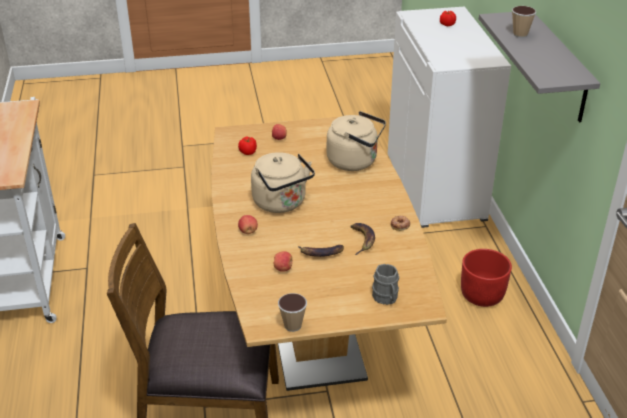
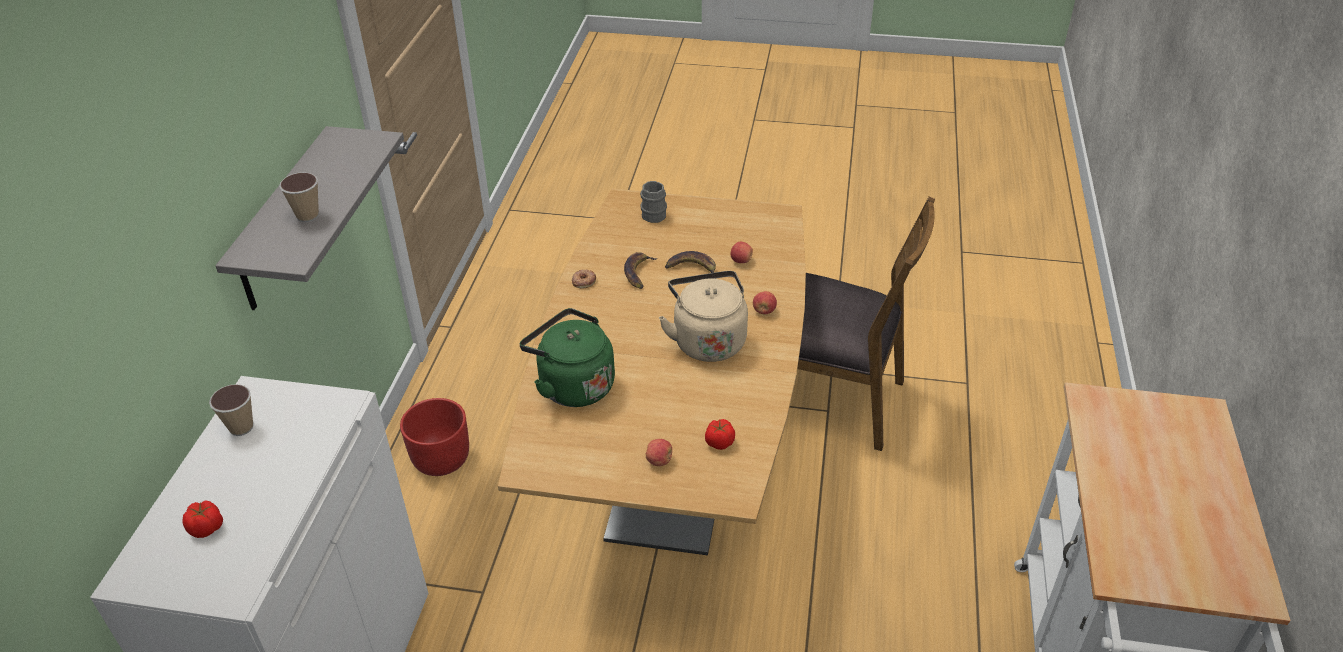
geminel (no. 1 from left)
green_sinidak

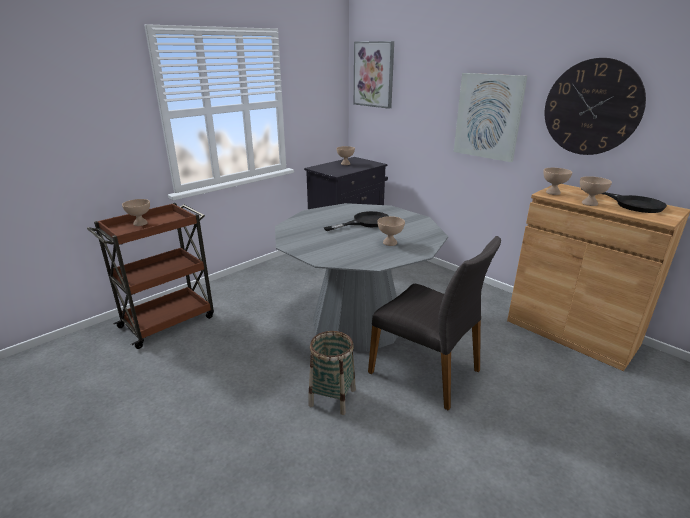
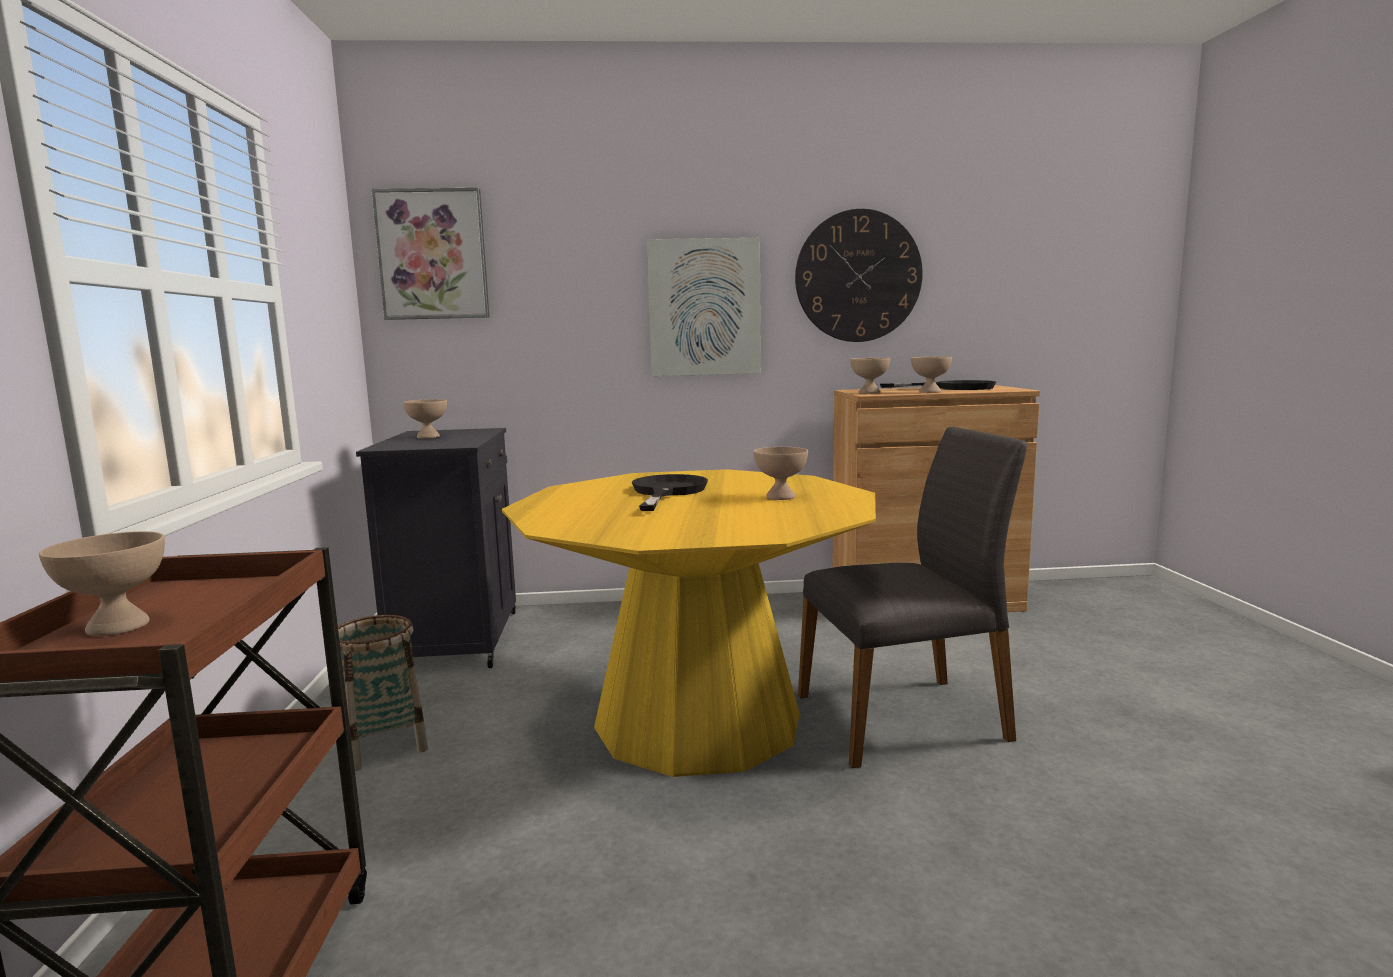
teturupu
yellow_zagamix

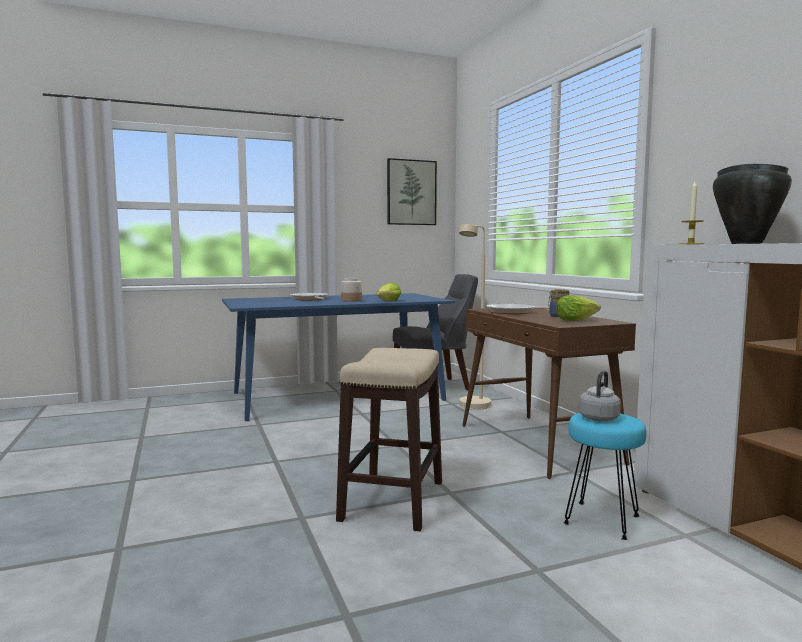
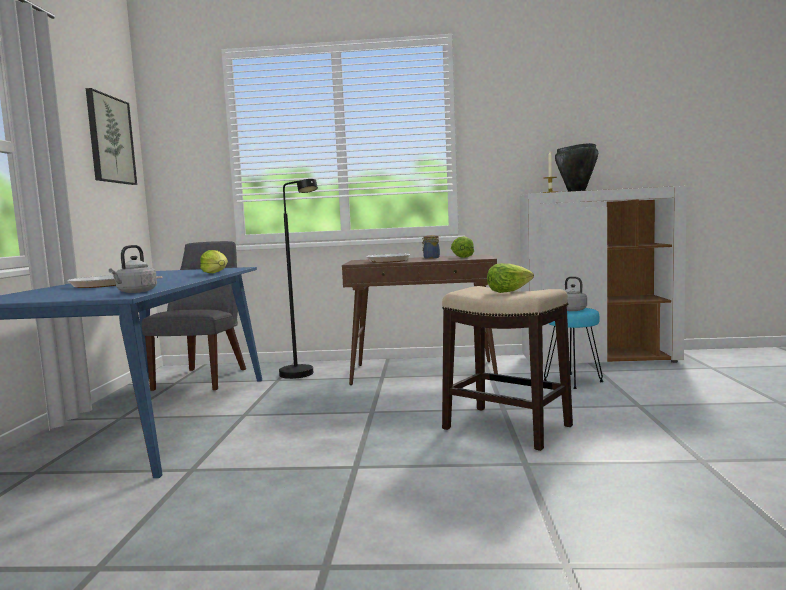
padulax (no. 1 from left in the first image)
grey_sinidak (no. 1 from left)
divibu (no. 3 from left)
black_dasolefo

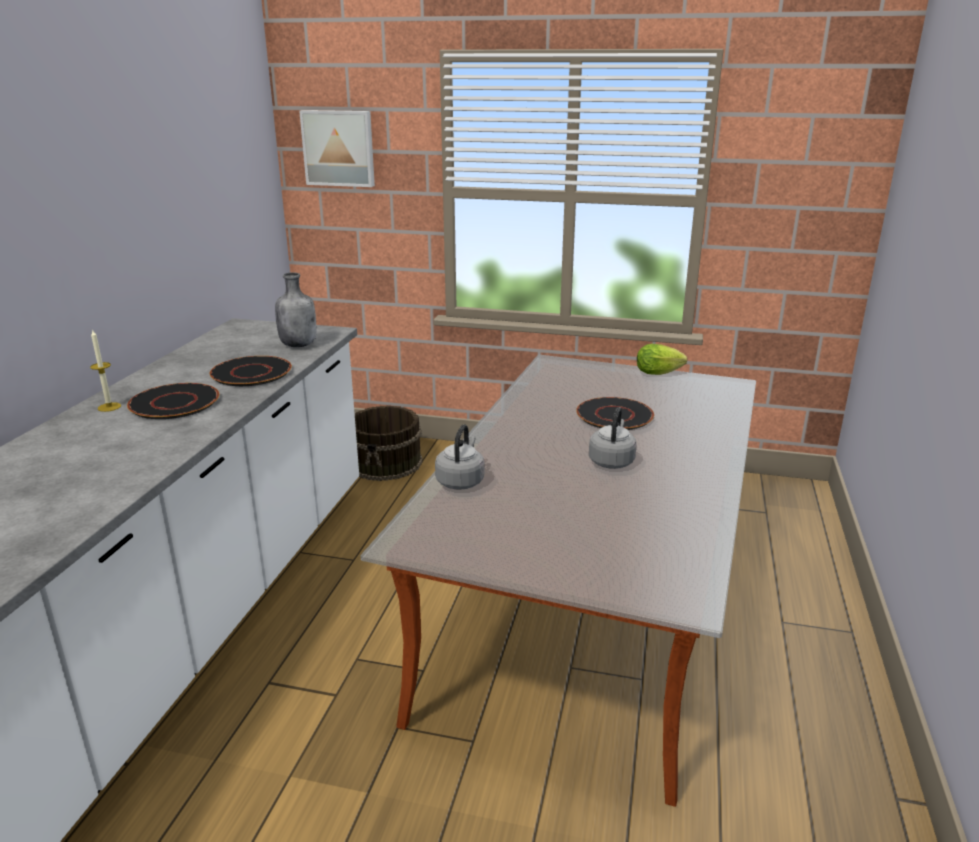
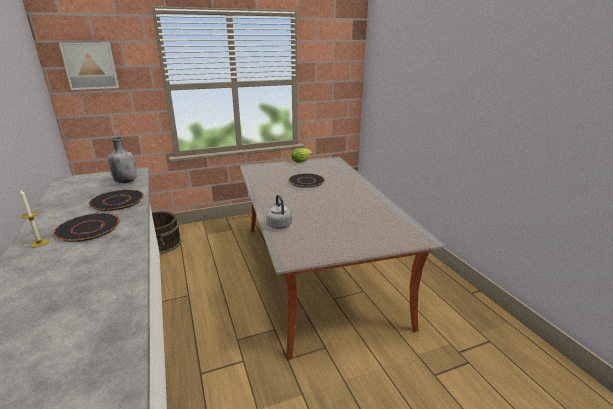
grey_sinidak (no. 2 from left in the first image)

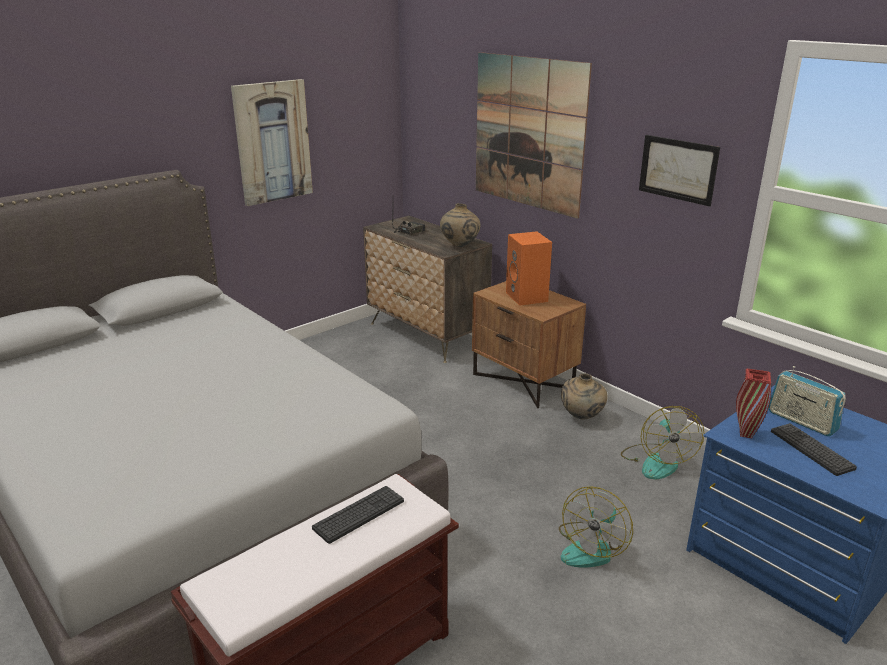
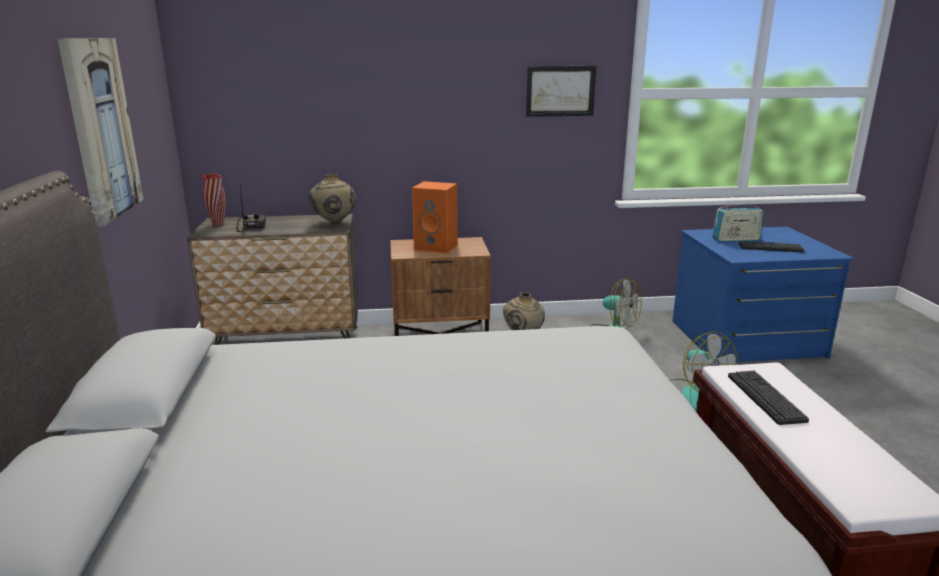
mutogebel (no. 2 from left in the first image)
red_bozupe

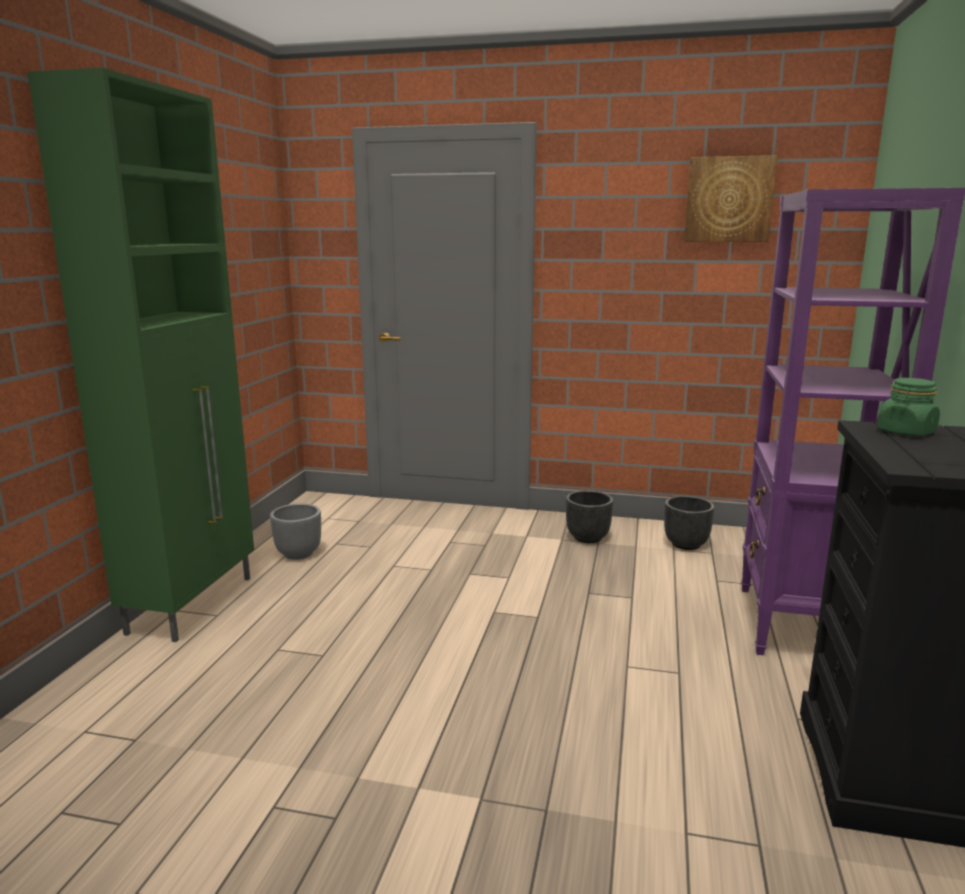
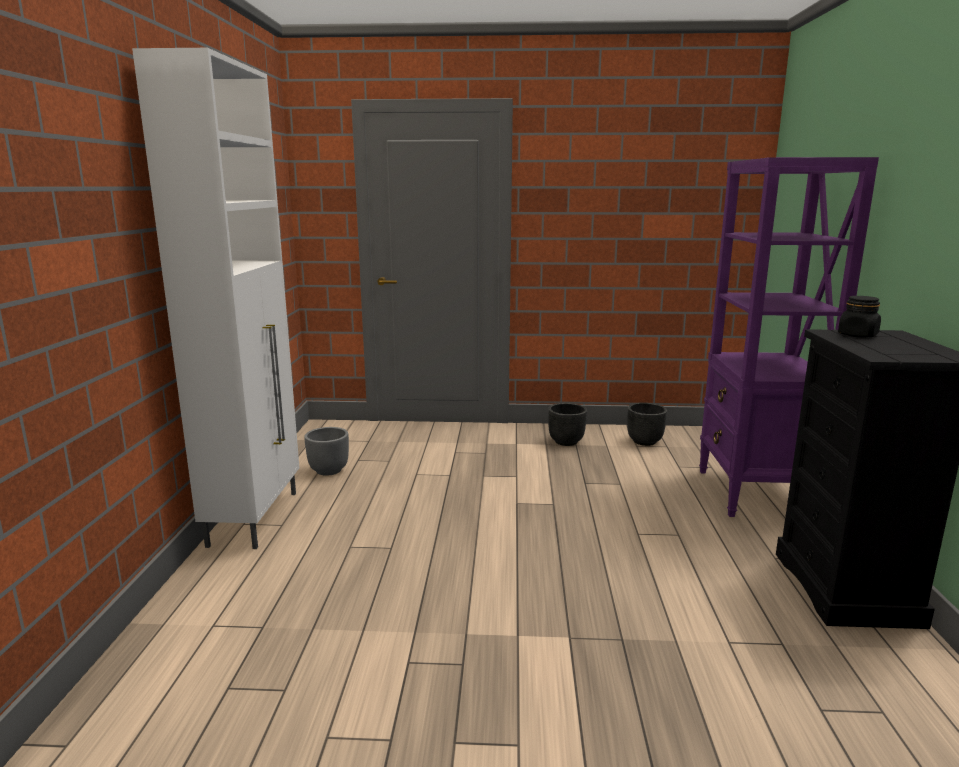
mutogebel
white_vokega
black_padulax

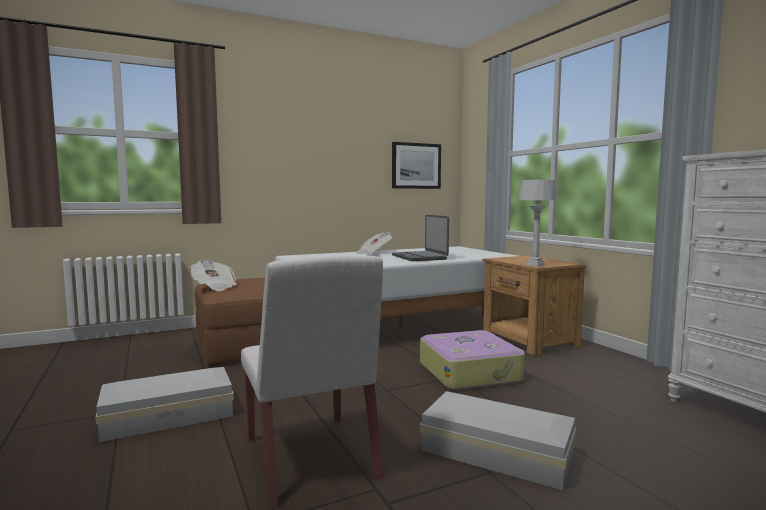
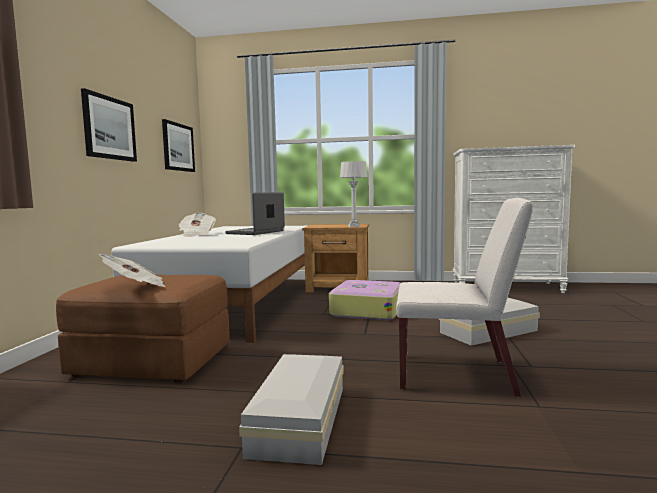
mutogebel (no. 1 from left)
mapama

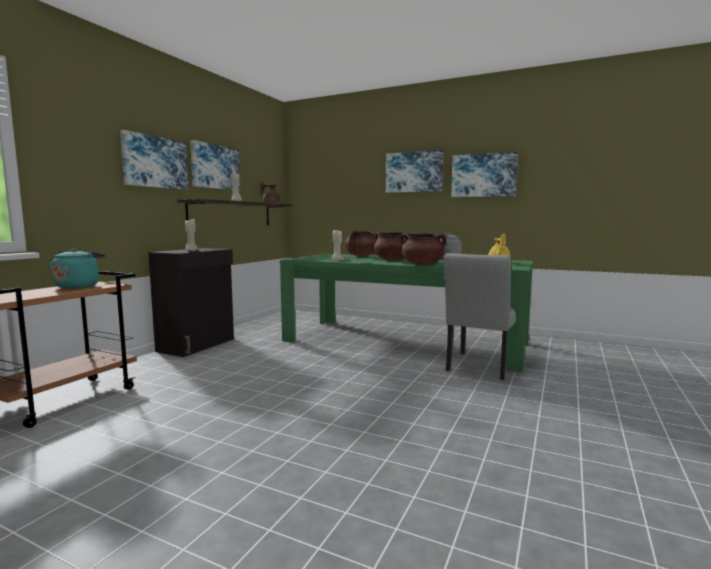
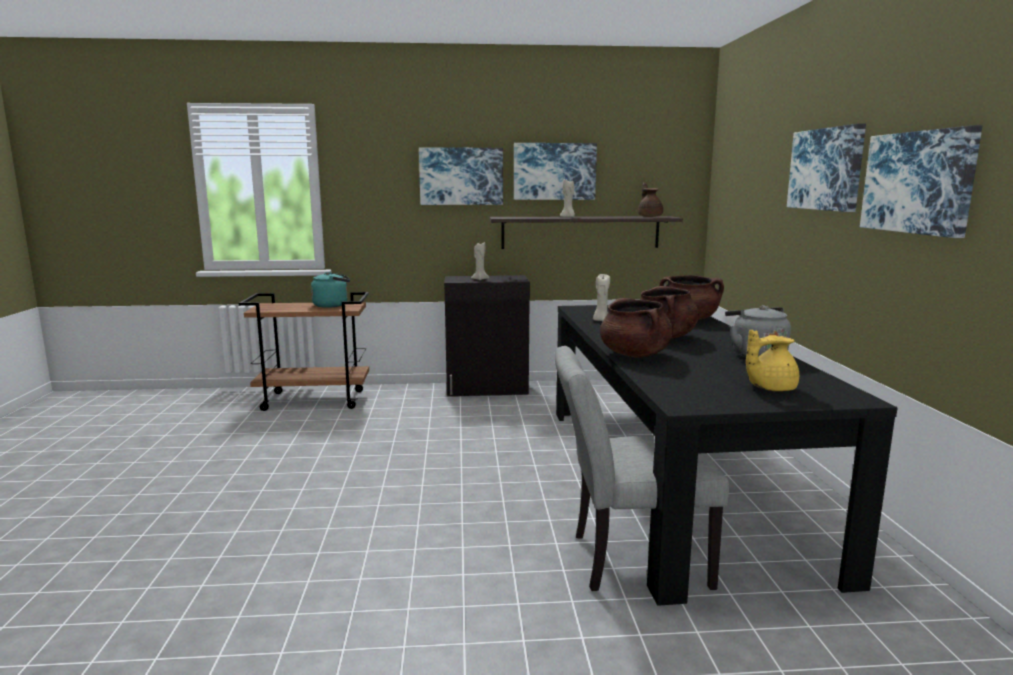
black_zagamix

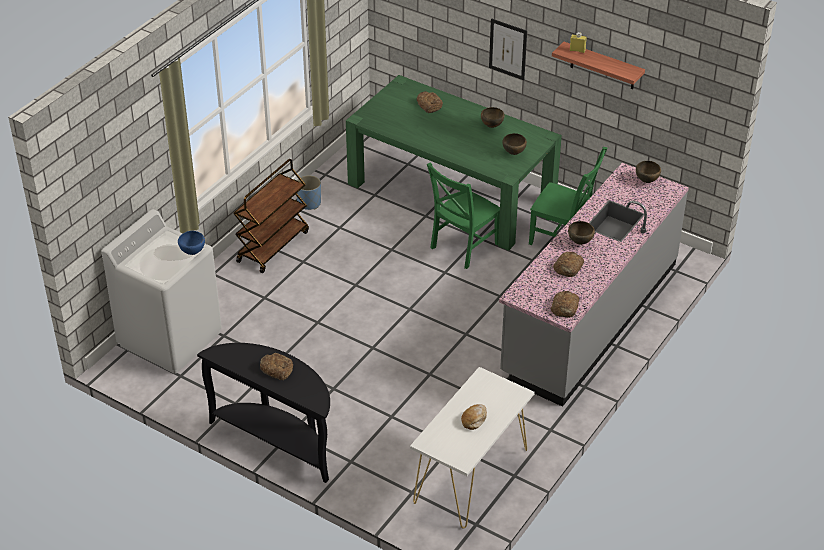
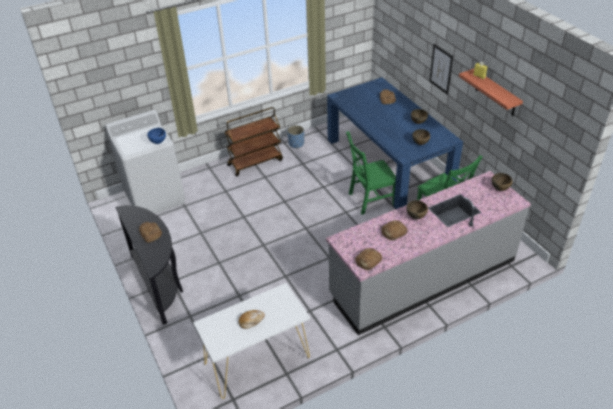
blue_zagamix

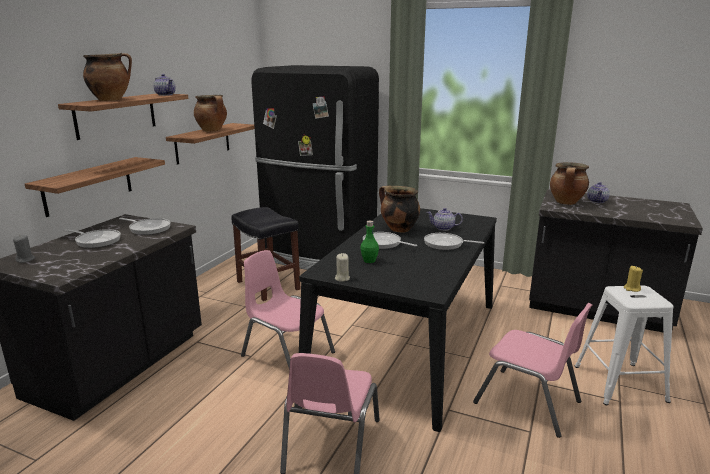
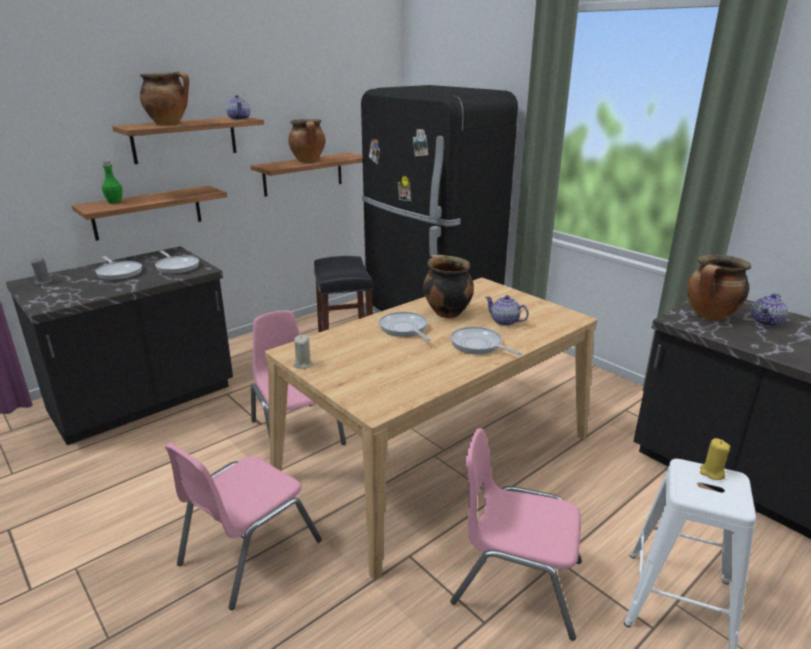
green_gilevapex
beige_zagamix
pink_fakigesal (no. 3 from left)

